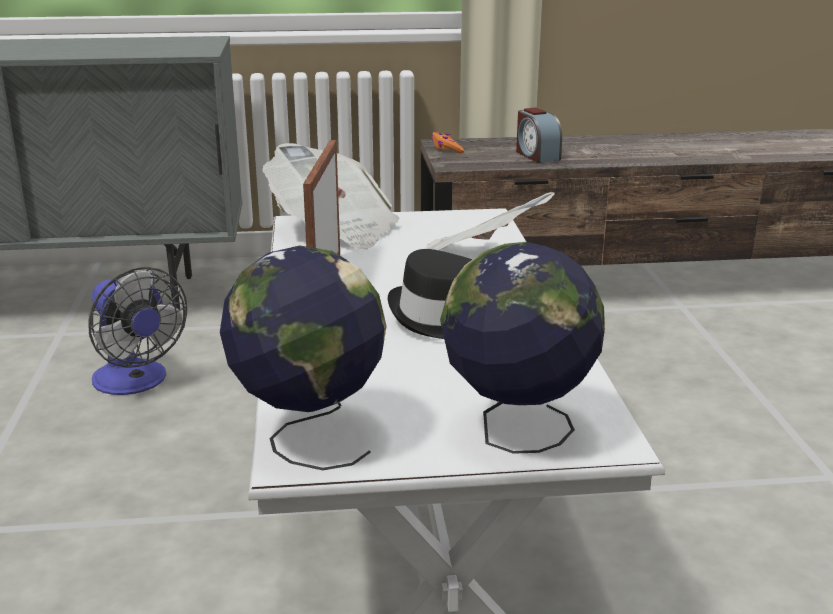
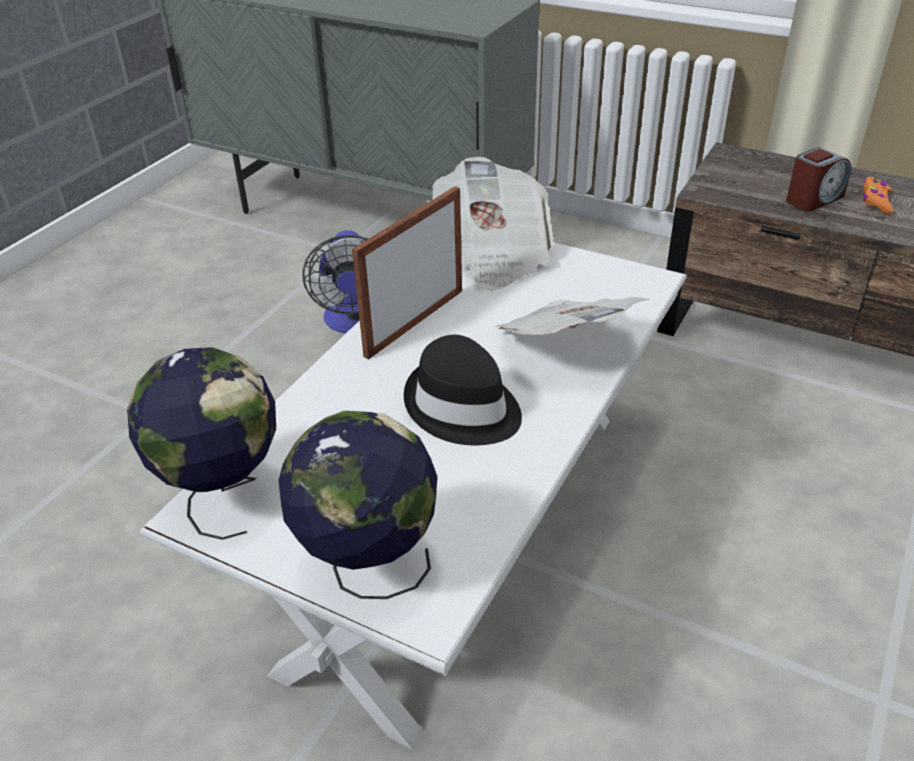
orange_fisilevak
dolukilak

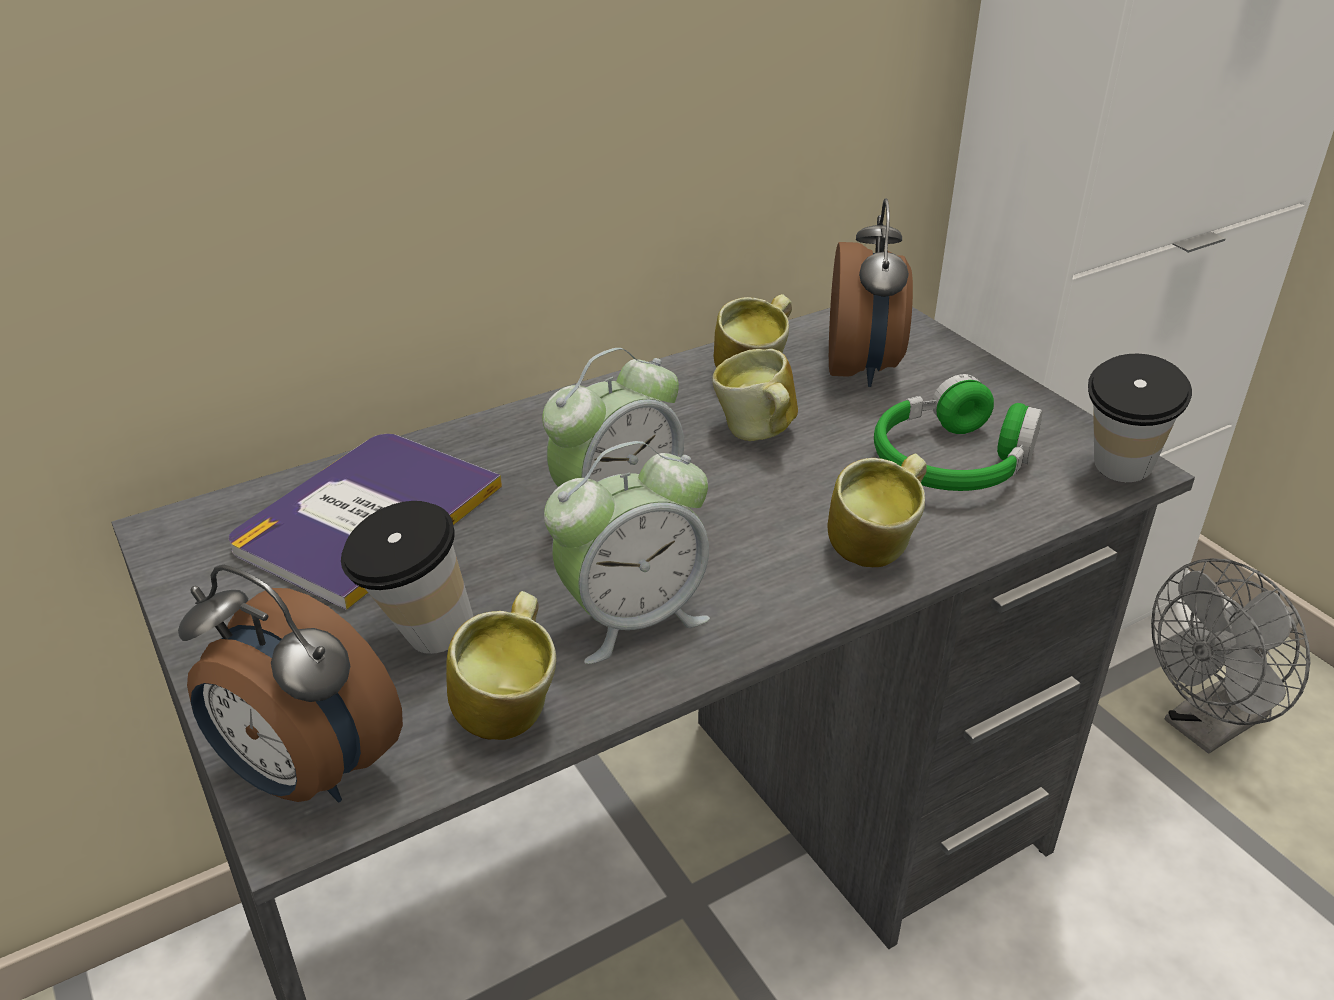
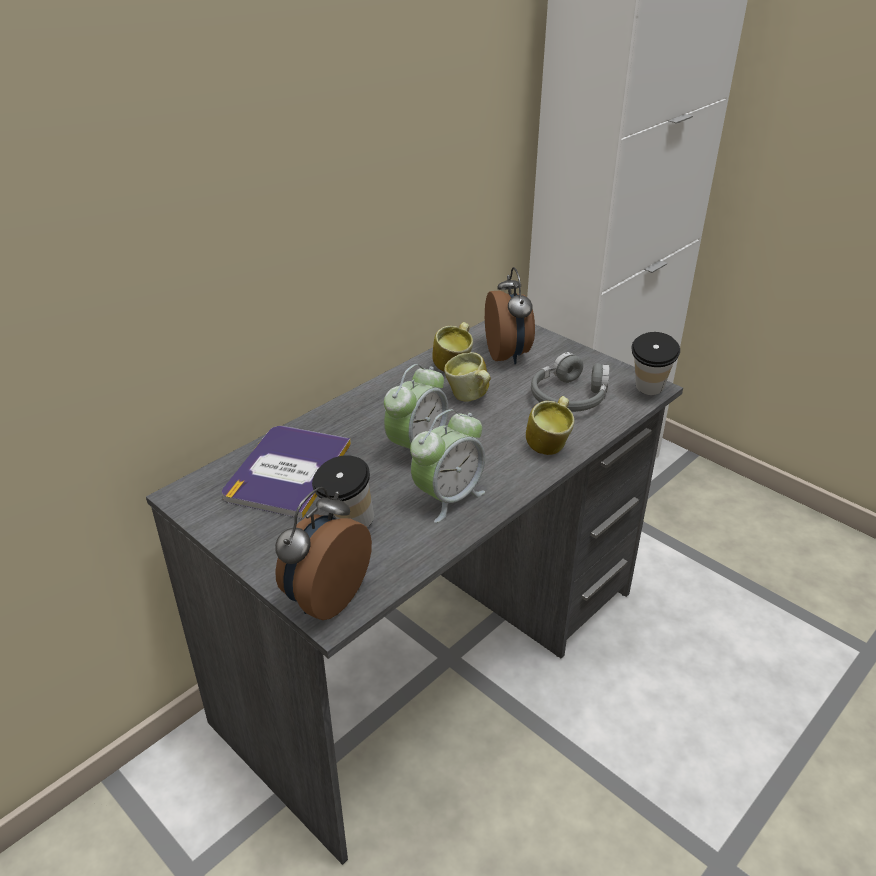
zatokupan (no. 1 from left in the first image)
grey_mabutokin
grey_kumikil
dolukilak (no. 1 from left)

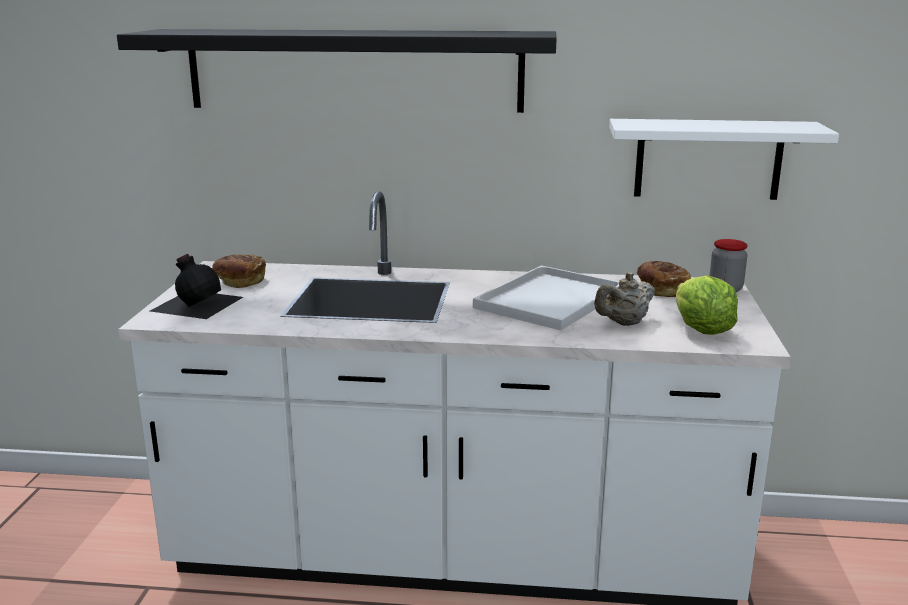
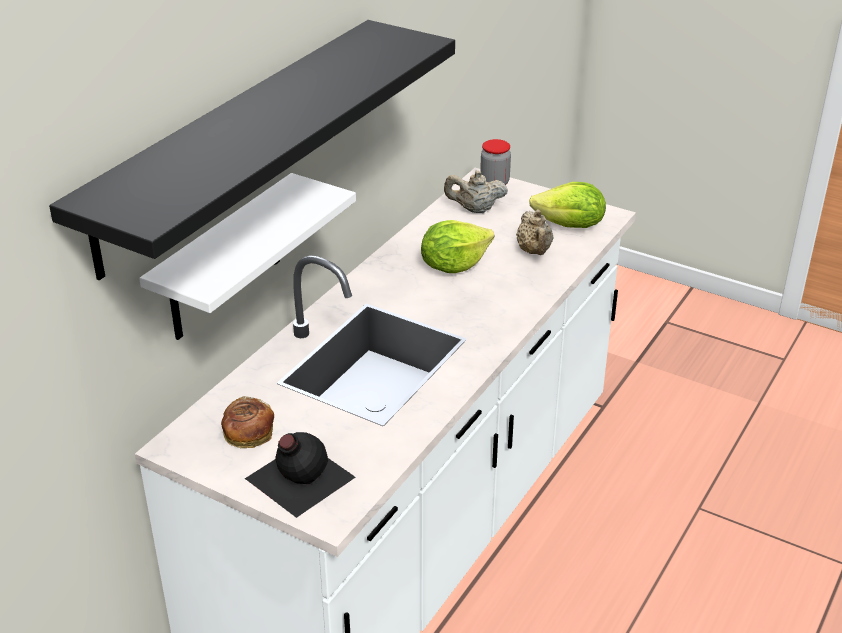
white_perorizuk
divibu (no. 1 from left)
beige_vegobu (no. 1 from left)

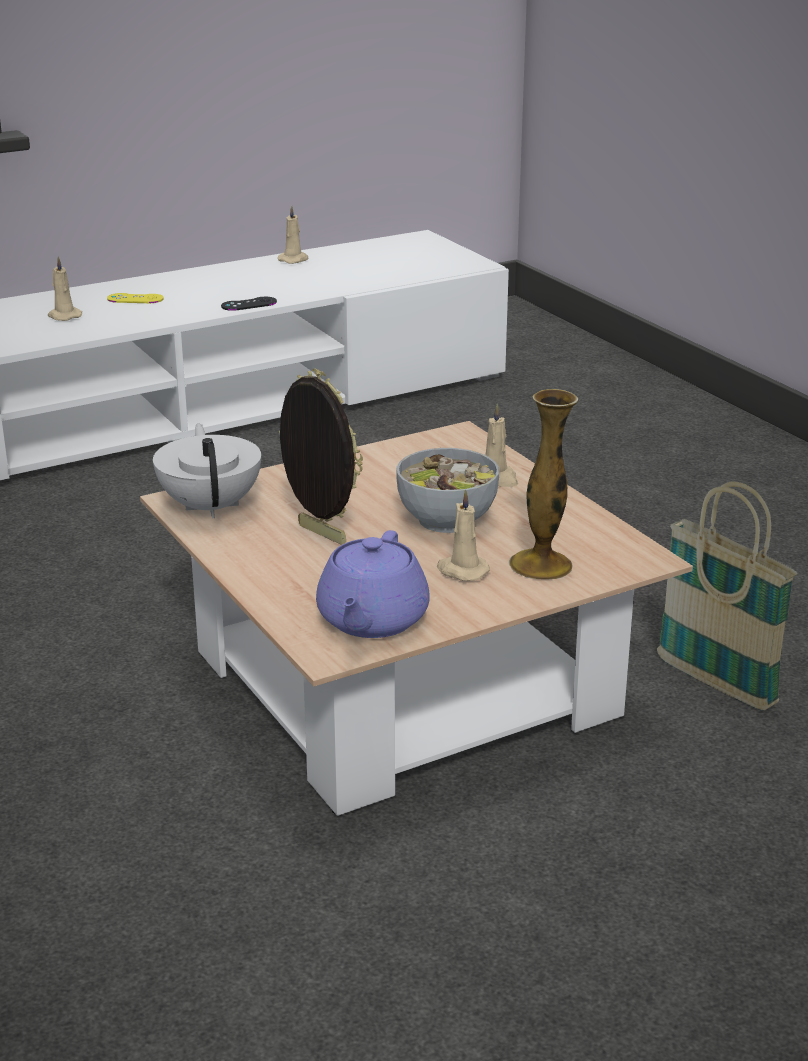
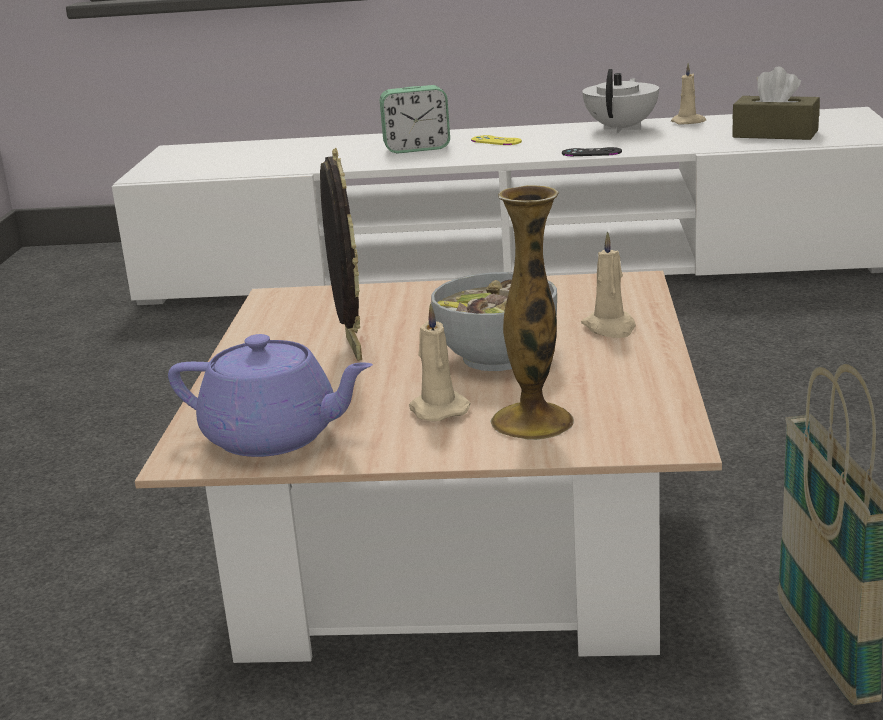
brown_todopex
white_vegobu
dolukilak
purple_vegobu

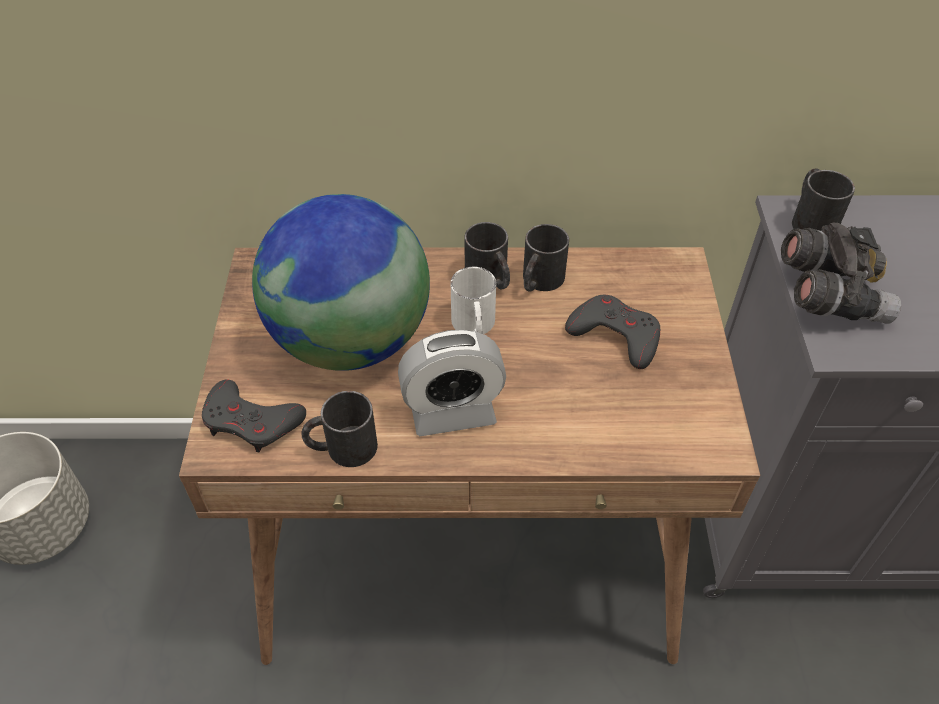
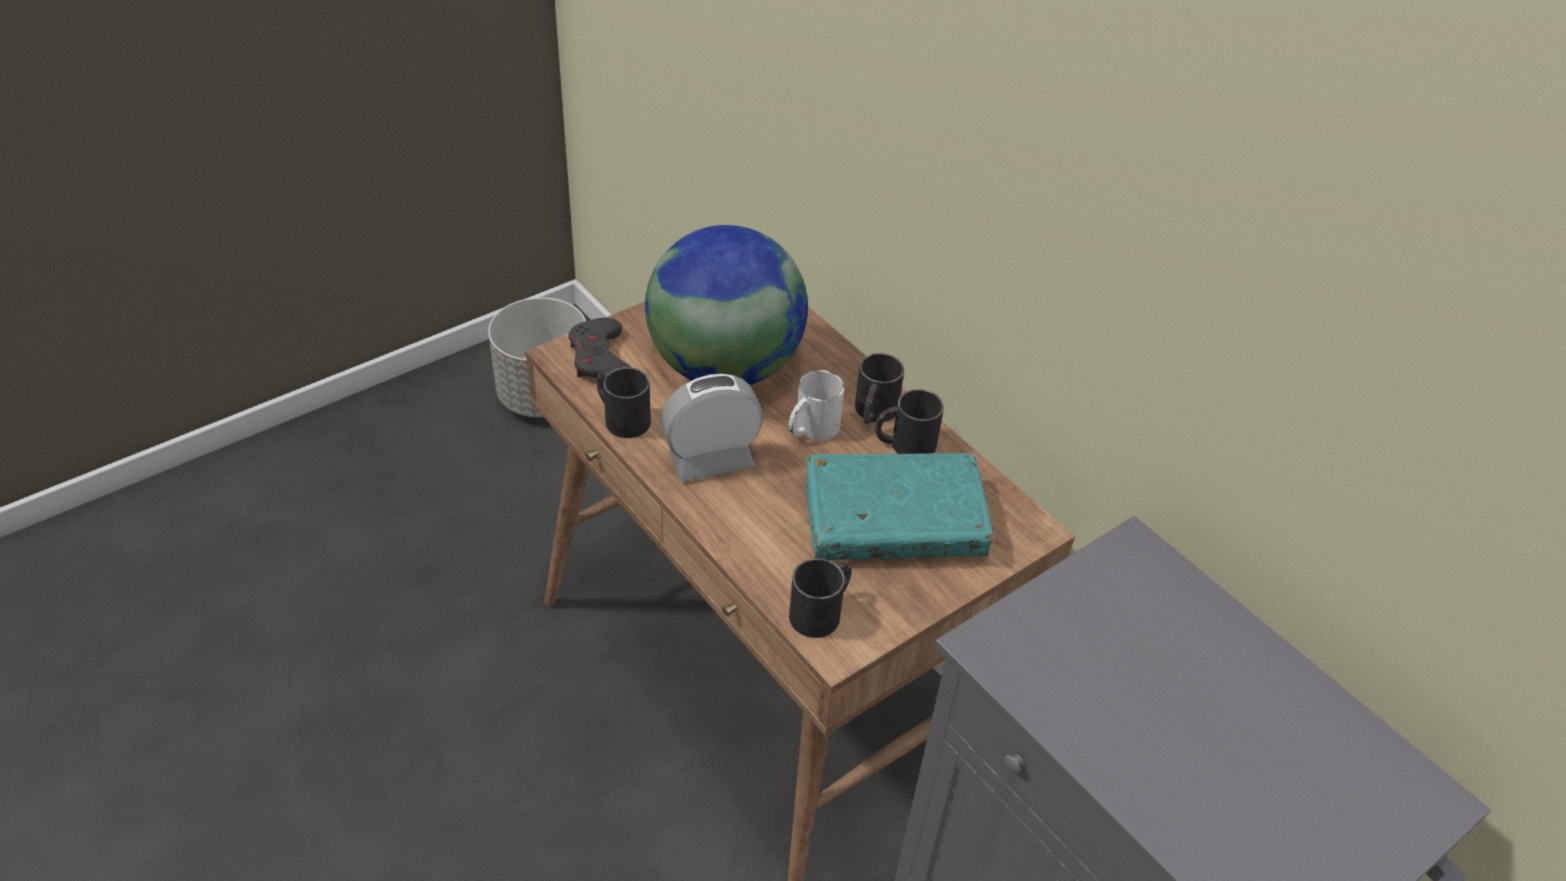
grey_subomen
black_zatokupan (no. 2 from left)
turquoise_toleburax
dolukilak

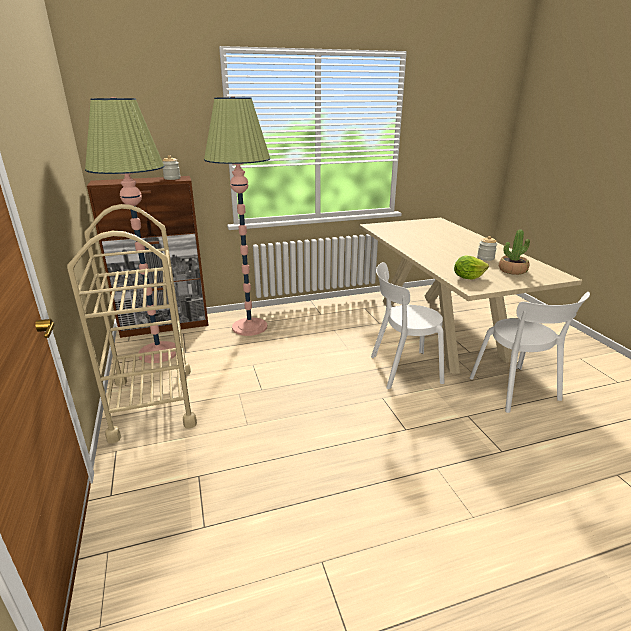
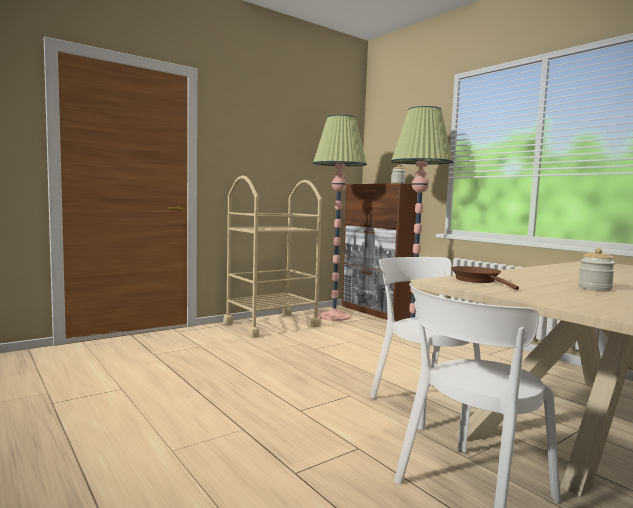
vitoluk
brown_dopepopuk

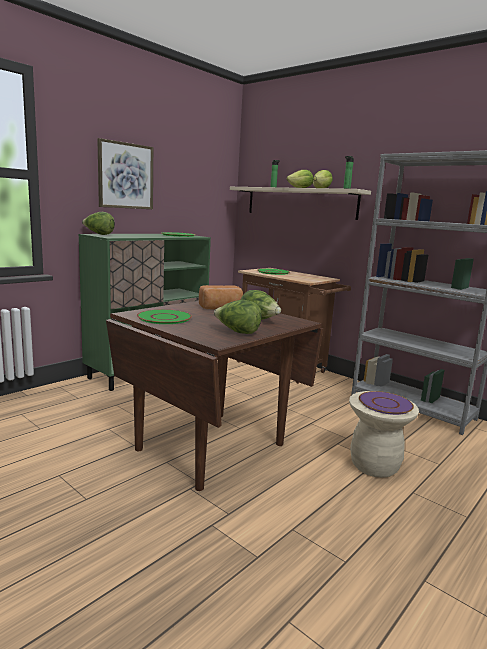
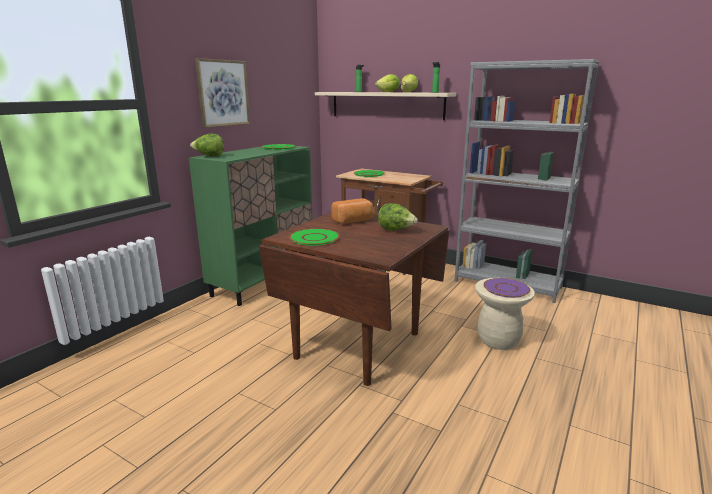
divibu (no. 2 from left in the first image)

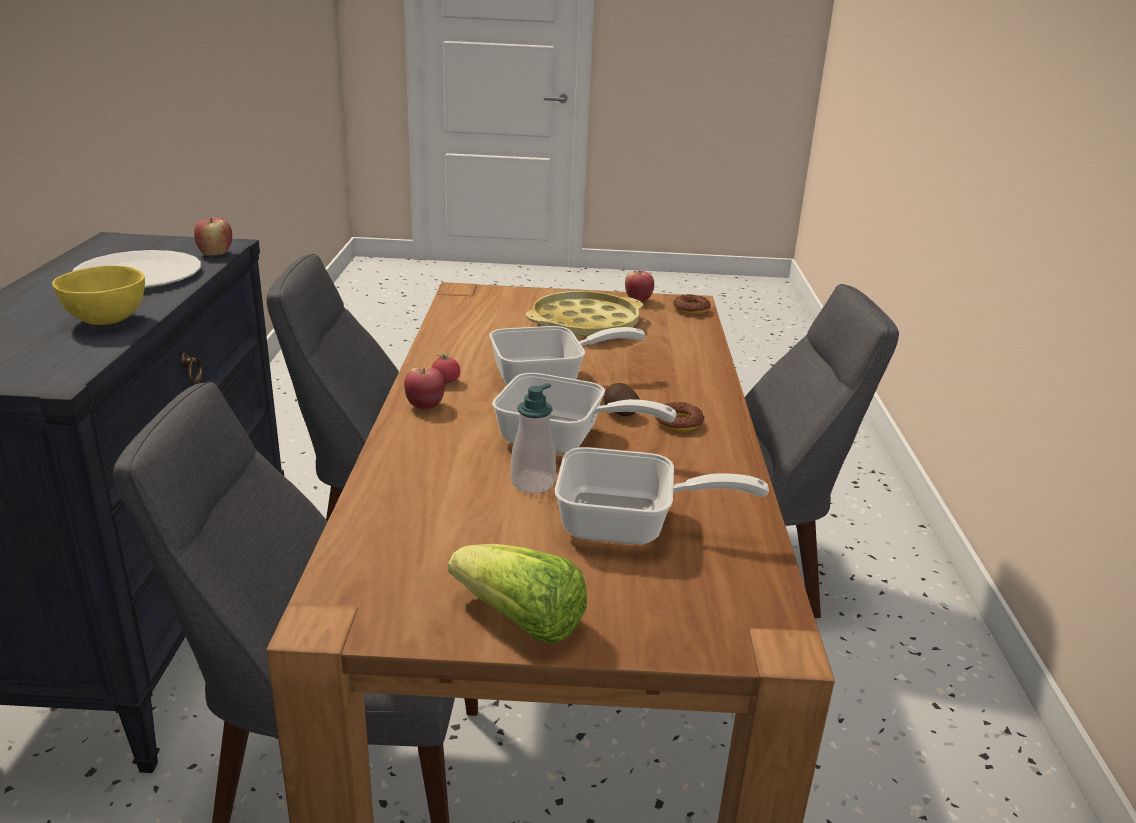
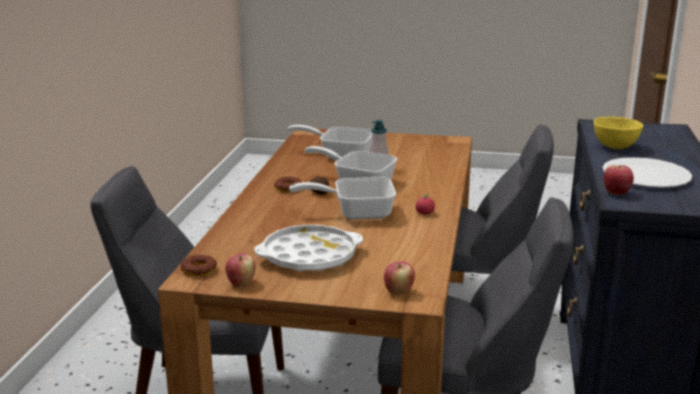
divibu
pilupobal (no. 2 from left)
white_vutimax

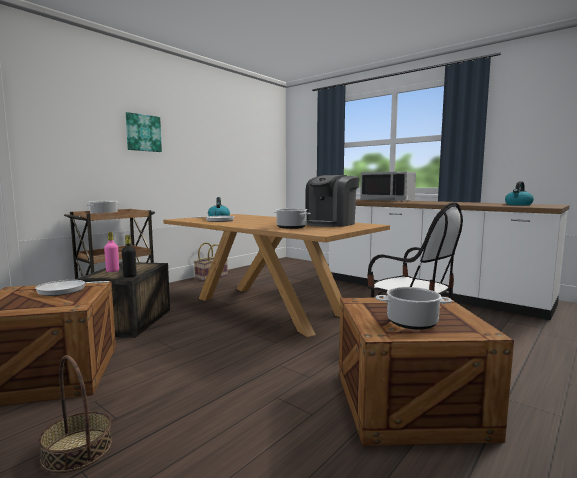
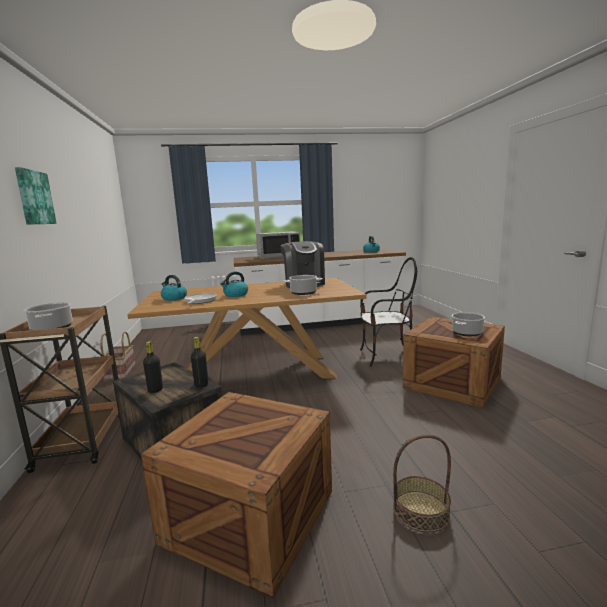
dopepopuk (no. 1 from left in the first image)
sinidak (no. 2 from left)
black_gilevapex (no. 1 from left)

